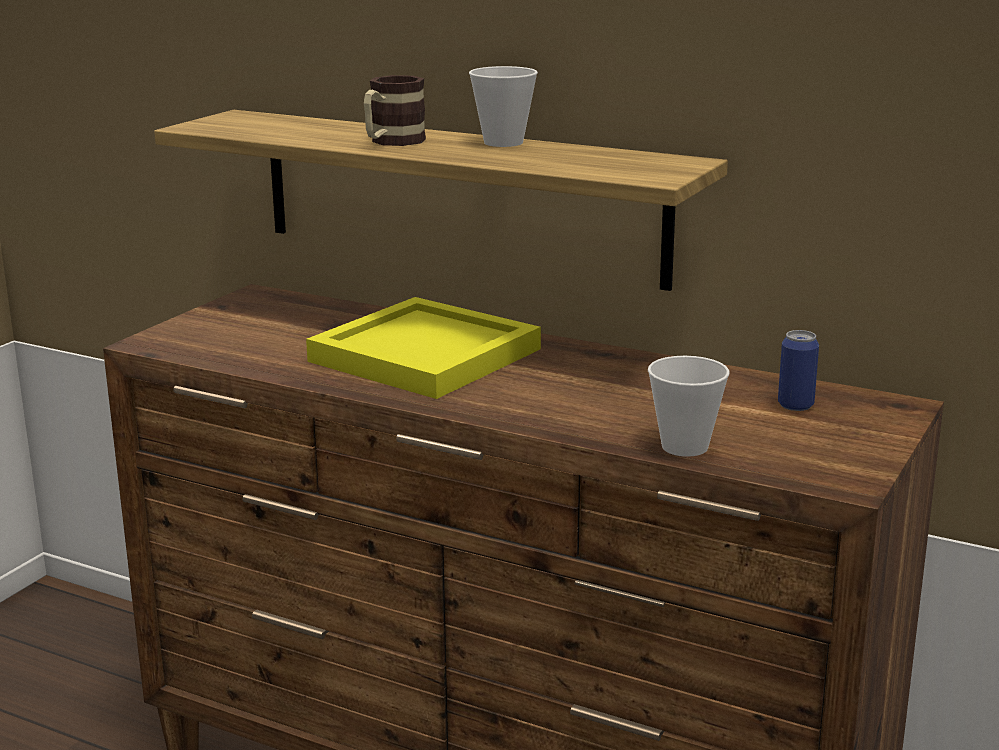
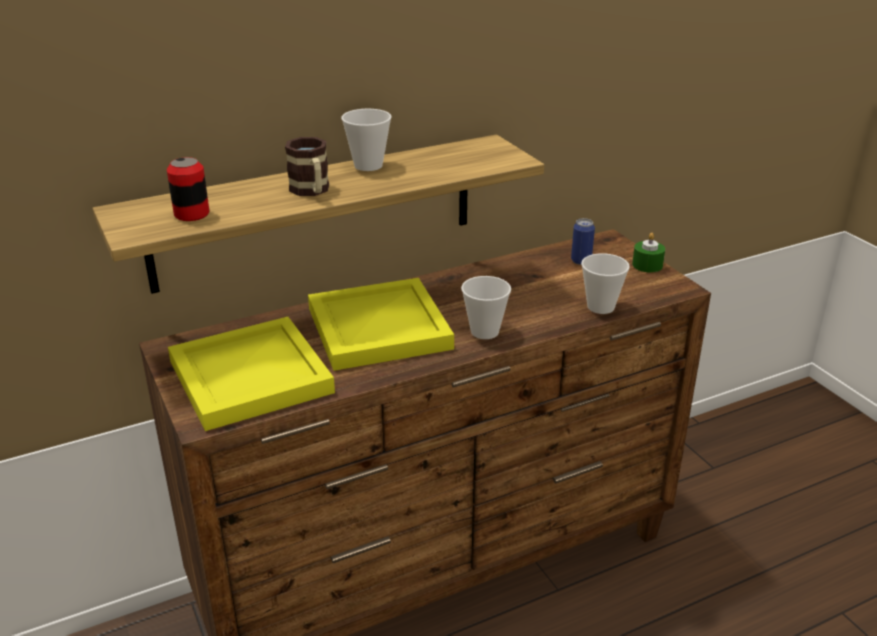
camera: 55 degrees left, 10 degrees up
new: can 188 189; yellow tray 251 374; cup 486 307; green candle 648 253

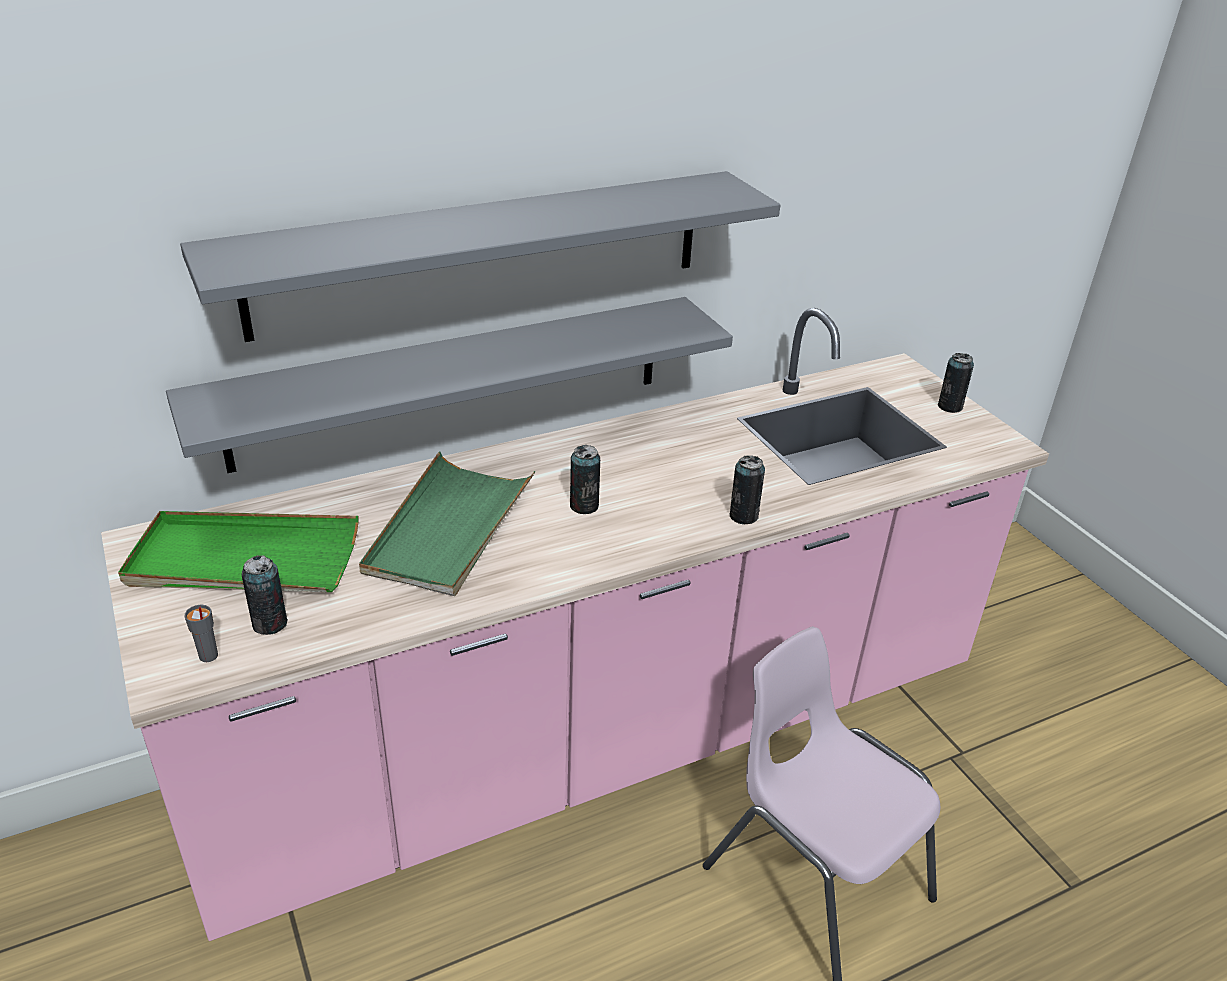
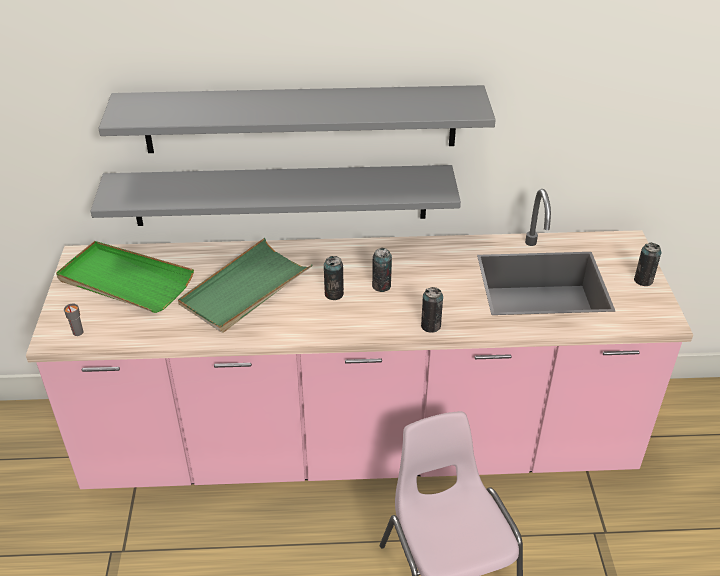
camera: 25 degrees right, 5 degrees up
shifted: can 265 595 to 382 270

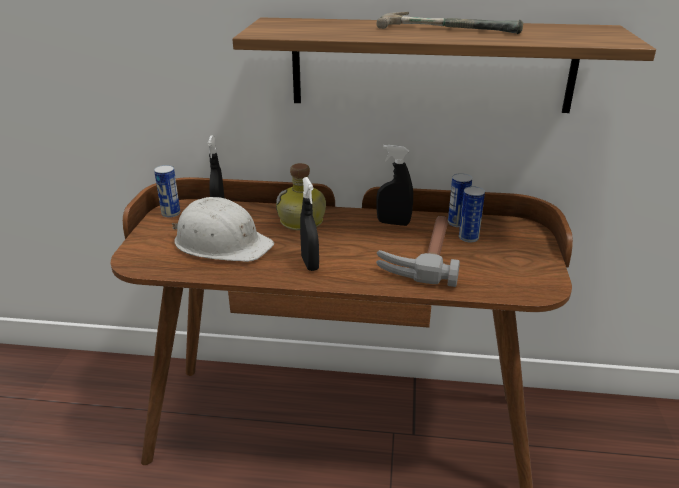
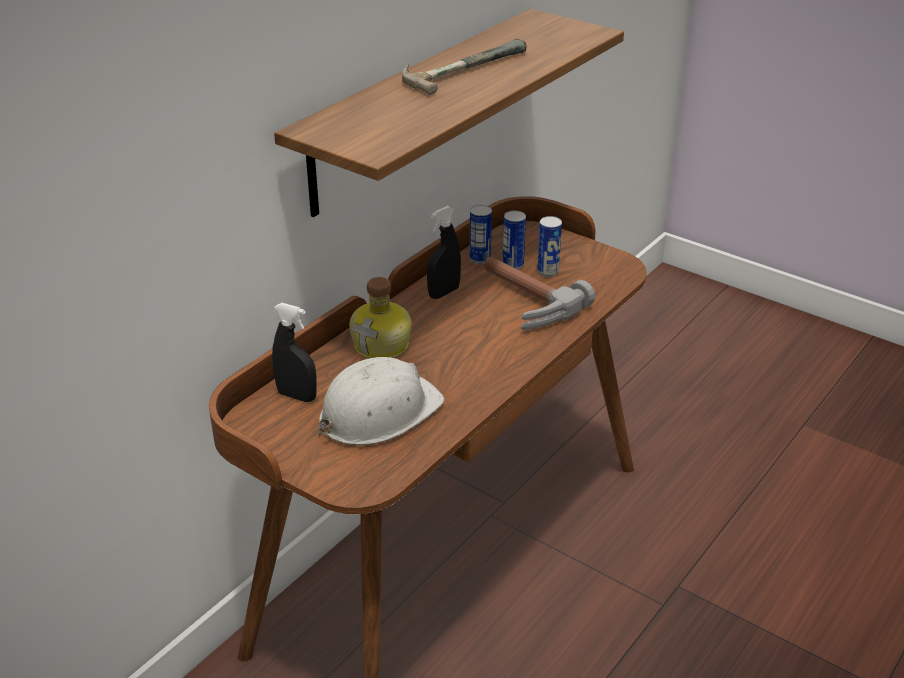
camera: 60 degrees left, 5 degrees up
gone: black spray bottle 309 224
shifted: can 167 191 to 549 246

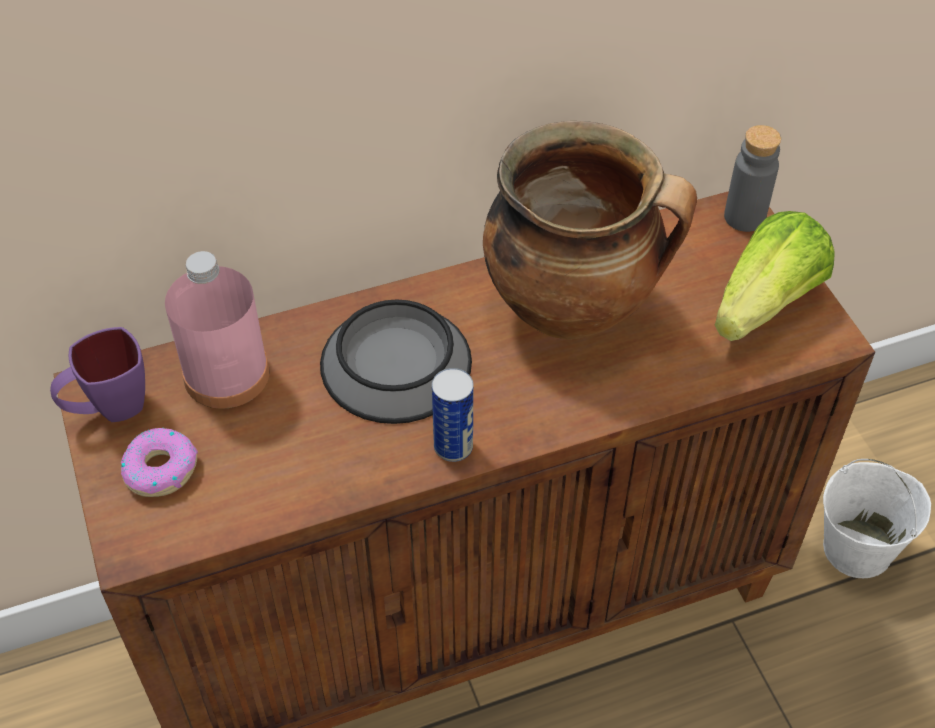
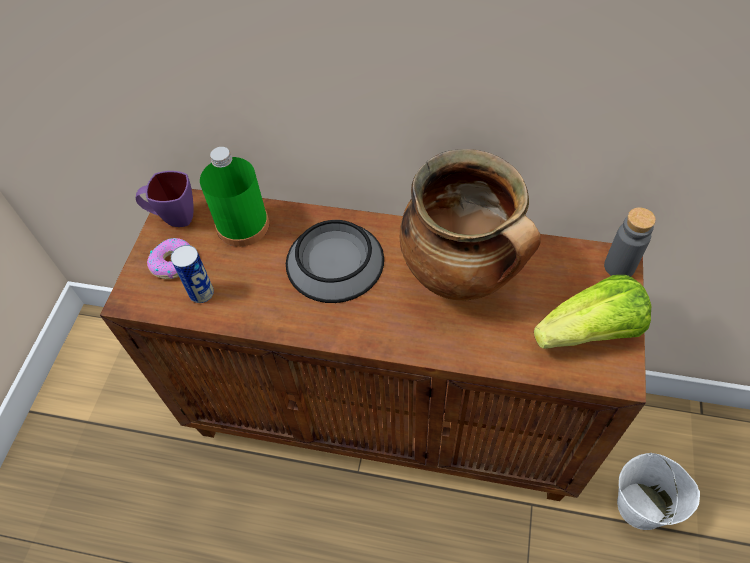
camera: 35 degrees right, 5 degrees up
shifted: can 452 415 to 192 274
repainted: pink bottle 217 330 to green bottle 234 197

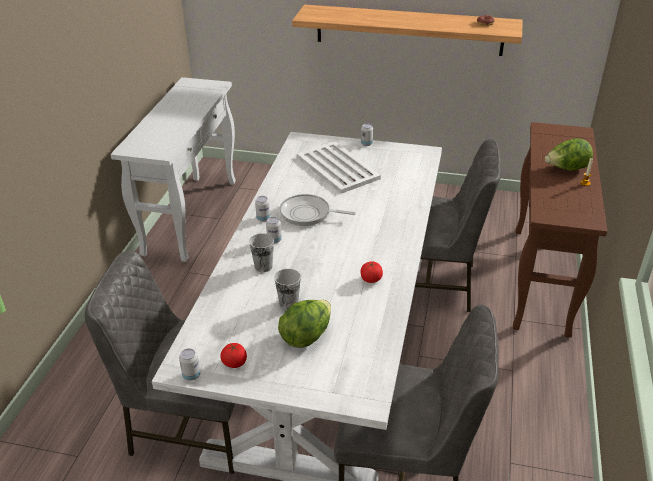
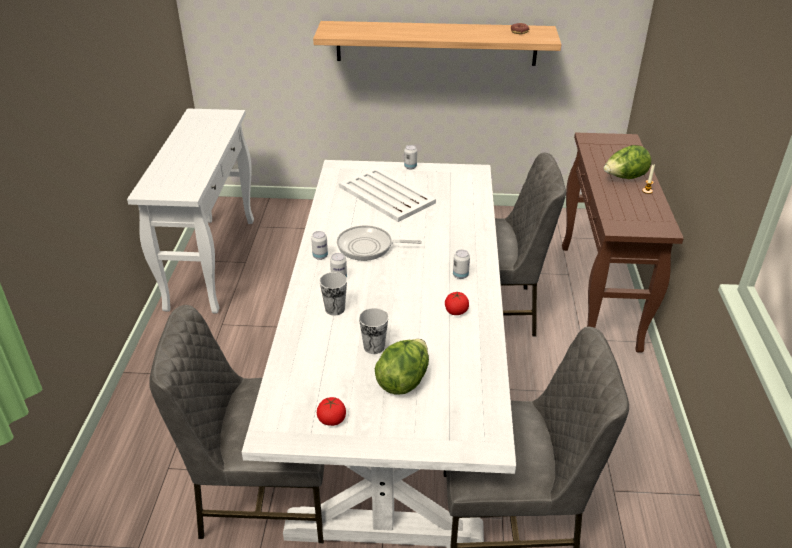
camera: 10 degrees left, 0 degrees up
shifted: can 189 364 to 461 264

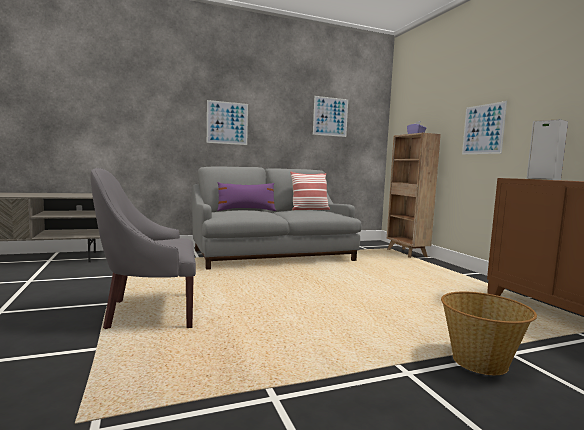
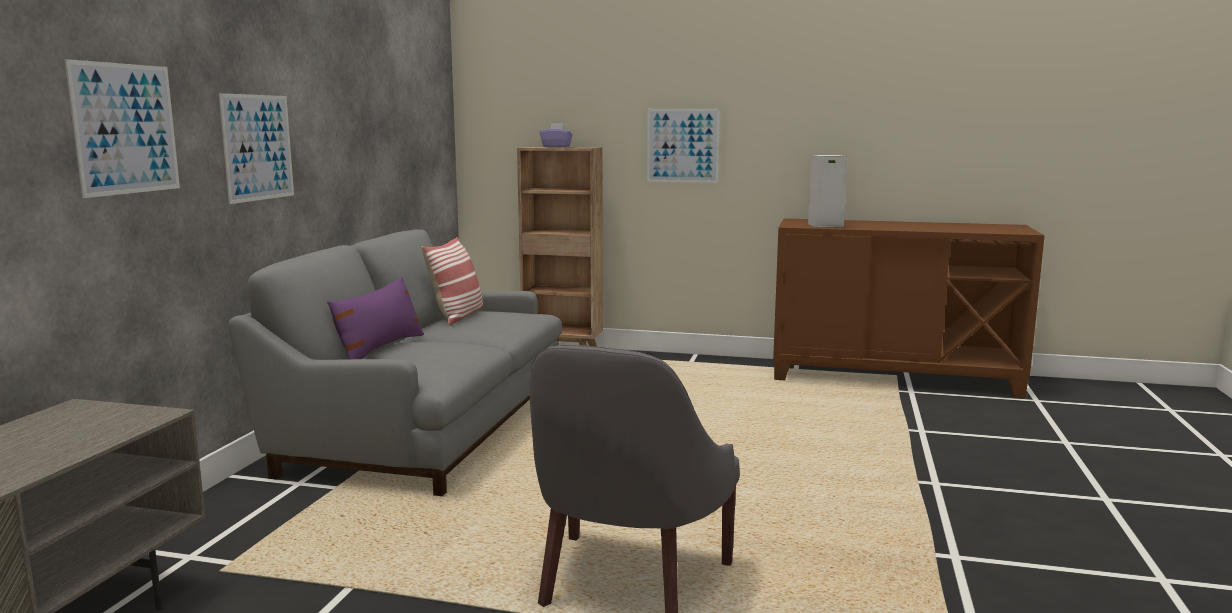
camera: 55 degrees left, 5 degrees up
gone: basket 489 333
shifted: picture 330 116 to 122 128

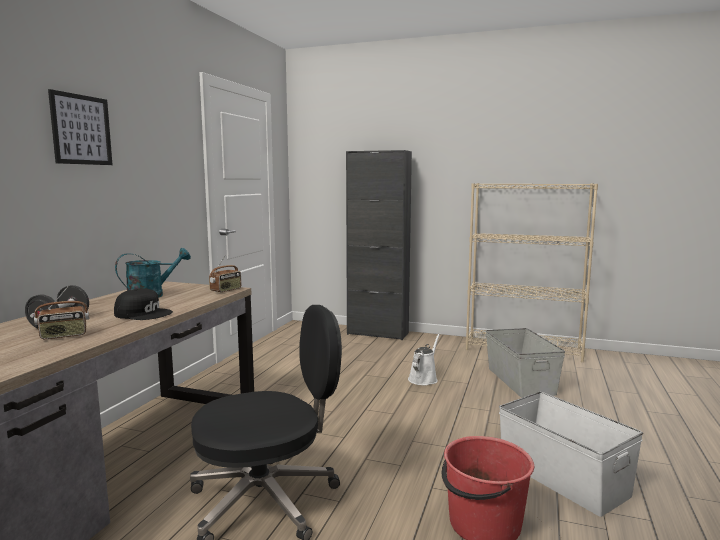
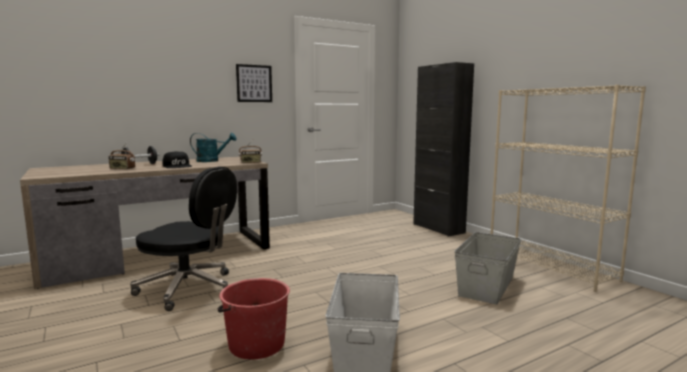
camera: 40 degrees right, 0 degrees up
gone: white watering can 424 359
shifted: picture 80 127 to 254 83

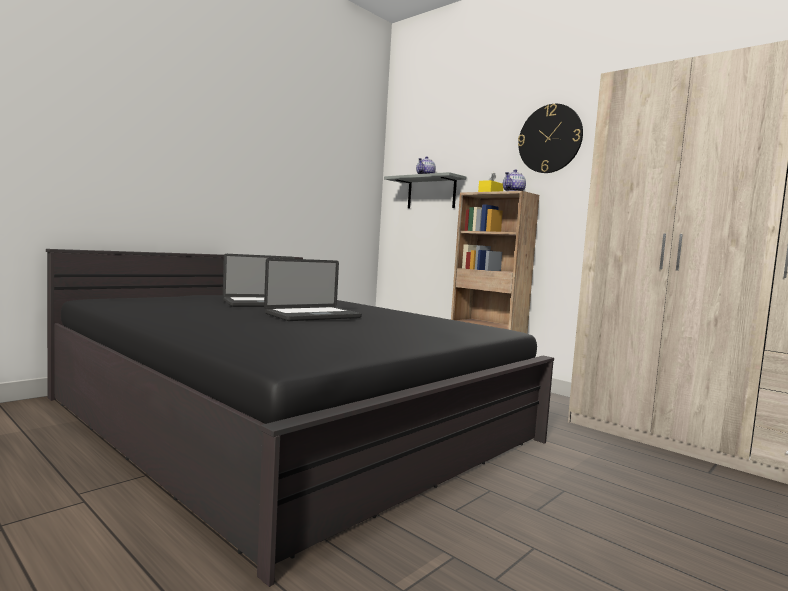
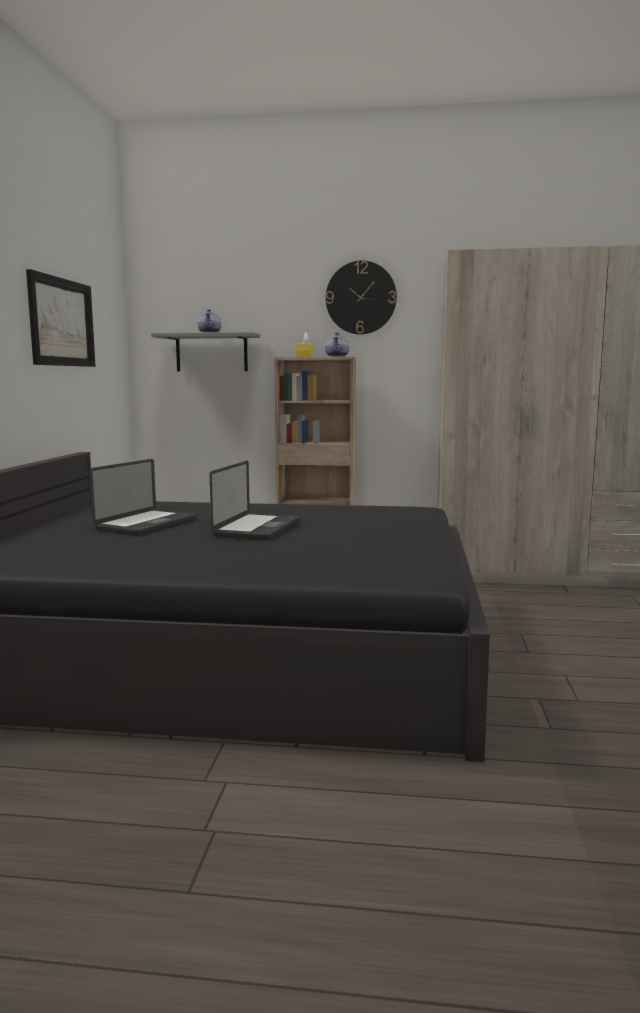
camera: 35 degrees left, 5 degrees up
new: picture 61 318

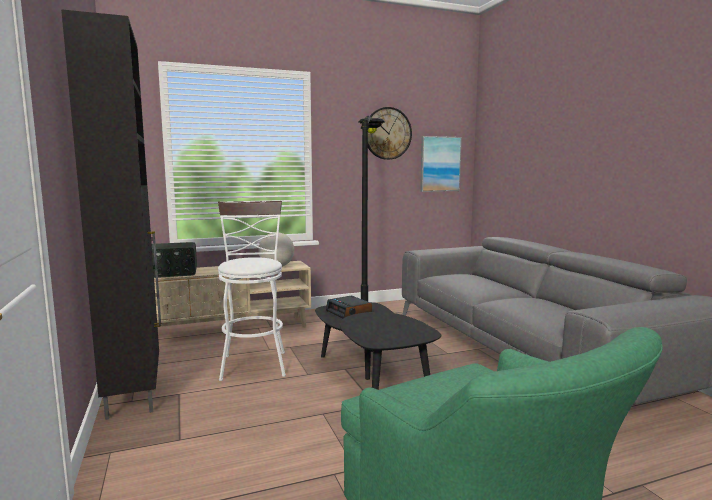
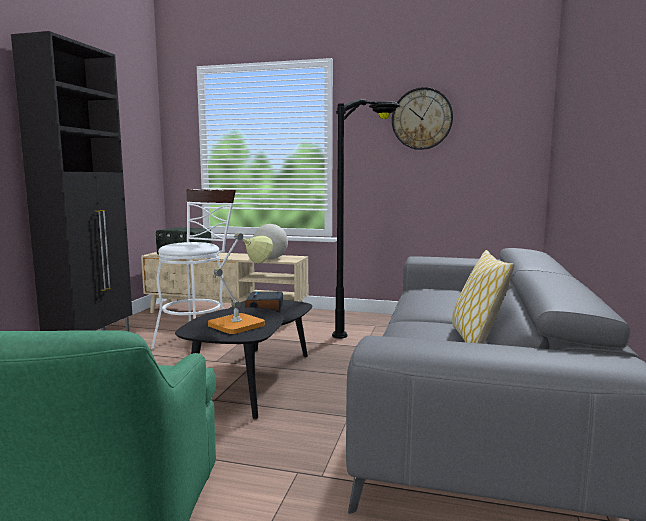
camera: 35 degrees right, 0 degrees up
gone: picture 441 164
new: table lamp 240 283; pillow 483 297

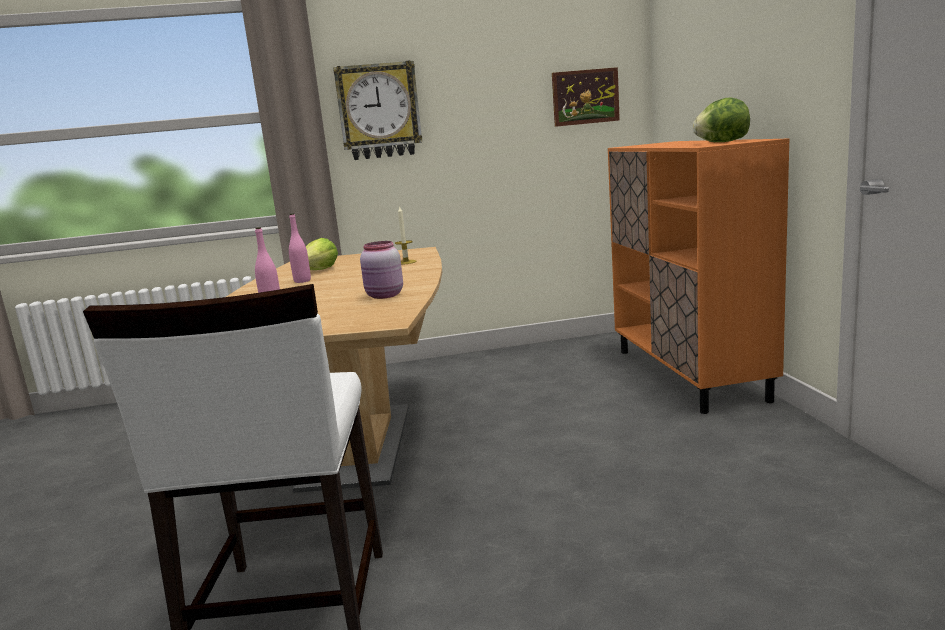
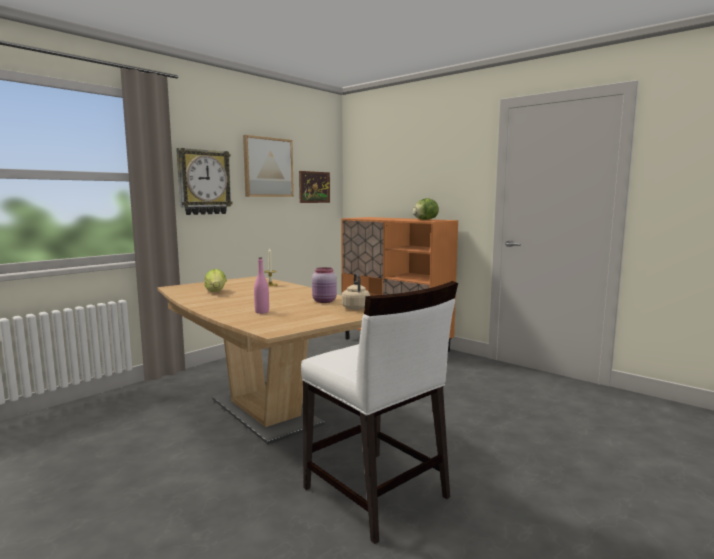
camera: 40 degrees left, 5 degrees down
gone: pink bottle 300 248
new: picture 268 166; beige kettle 356 291

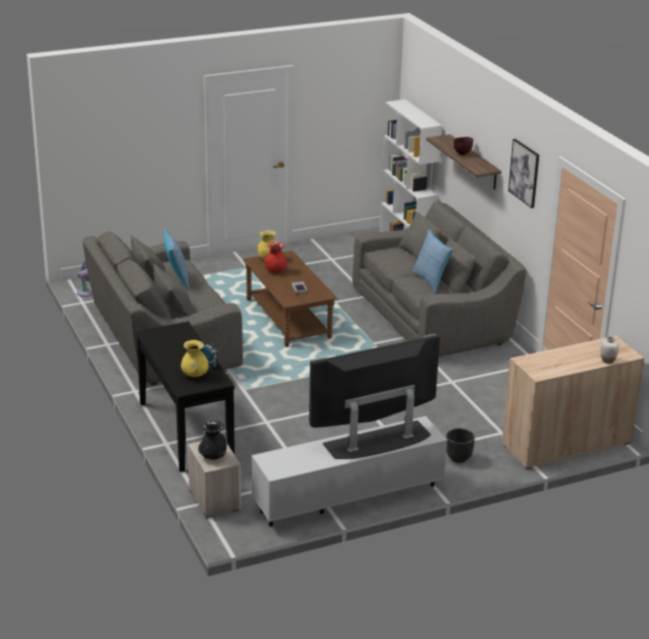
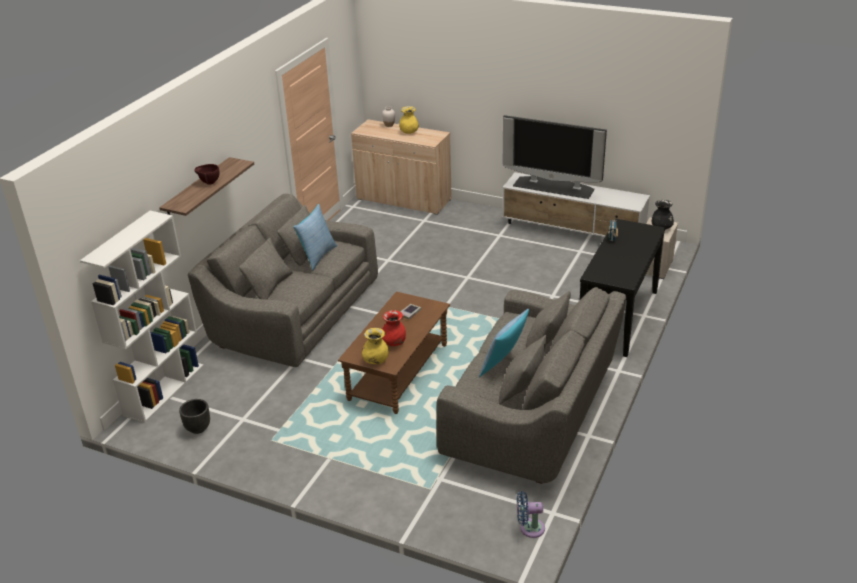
camera: 130 degrees left, 5 degrees up
gone: picture 523 173
shifted: yellow vase 195 358 to 409 120; black planter 460 445 to 194 416

